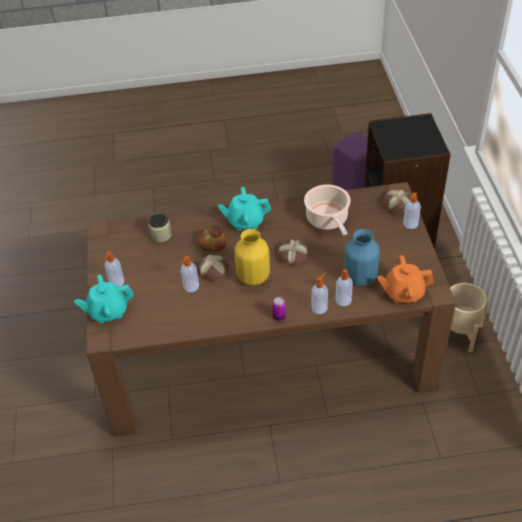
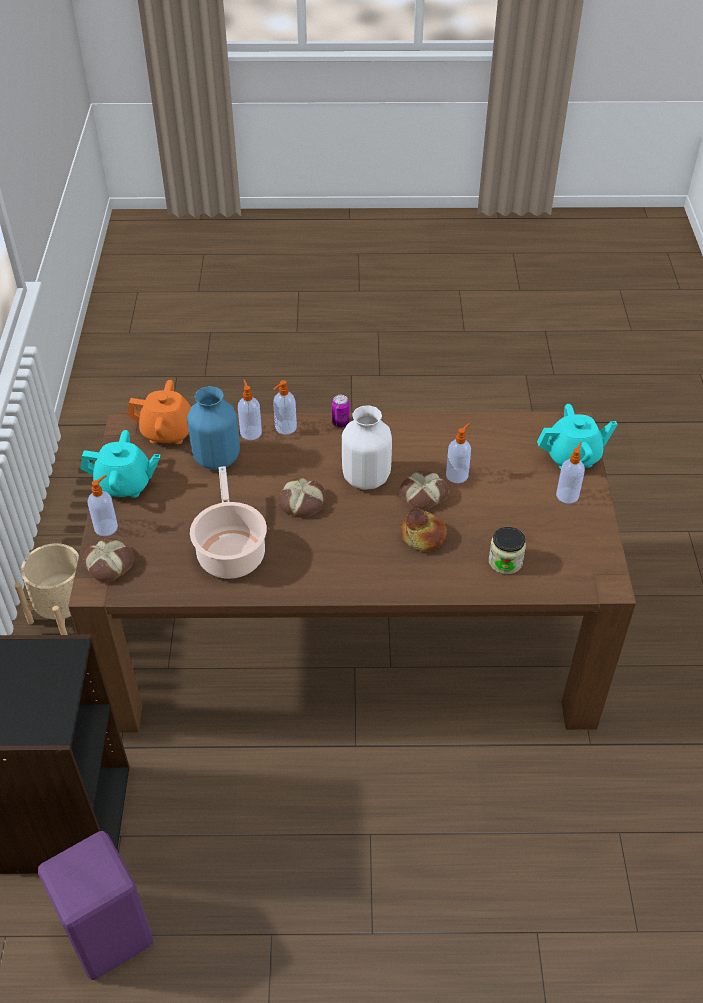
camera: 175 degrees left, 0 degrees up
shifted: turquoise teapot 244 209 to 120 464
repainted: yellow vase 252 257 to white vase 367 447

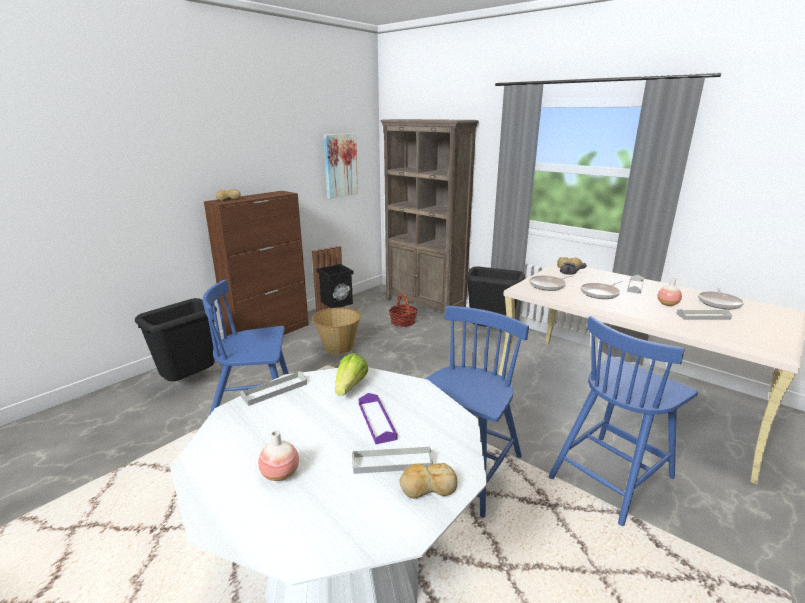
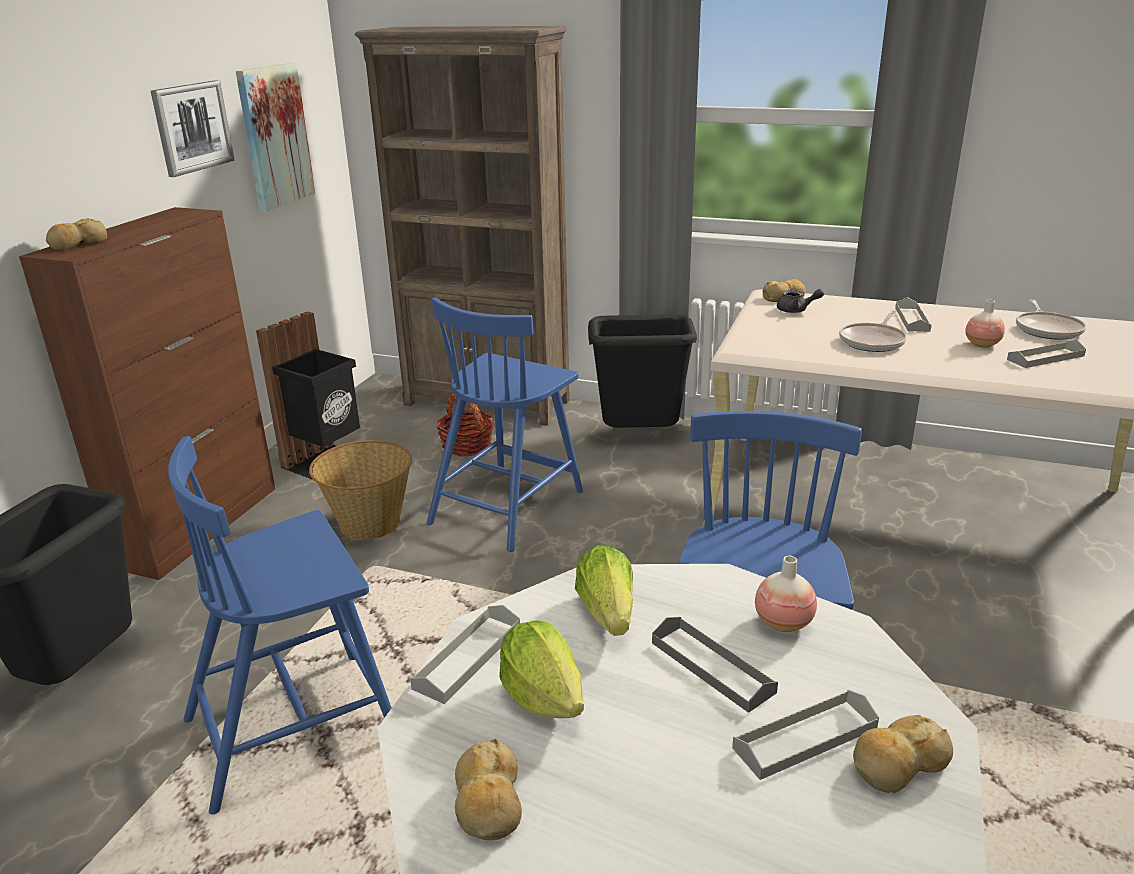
camera: 20 degrees left, 5 degrees up
gone: frying pan 552 283
new: picture 193 128; bread 488 789; lettuce 541 669
shifted: vase 278 456 to 786 594; blue chair 623 421 to 505 424
repainted: purple tray 378 418 to grey tray 715 665

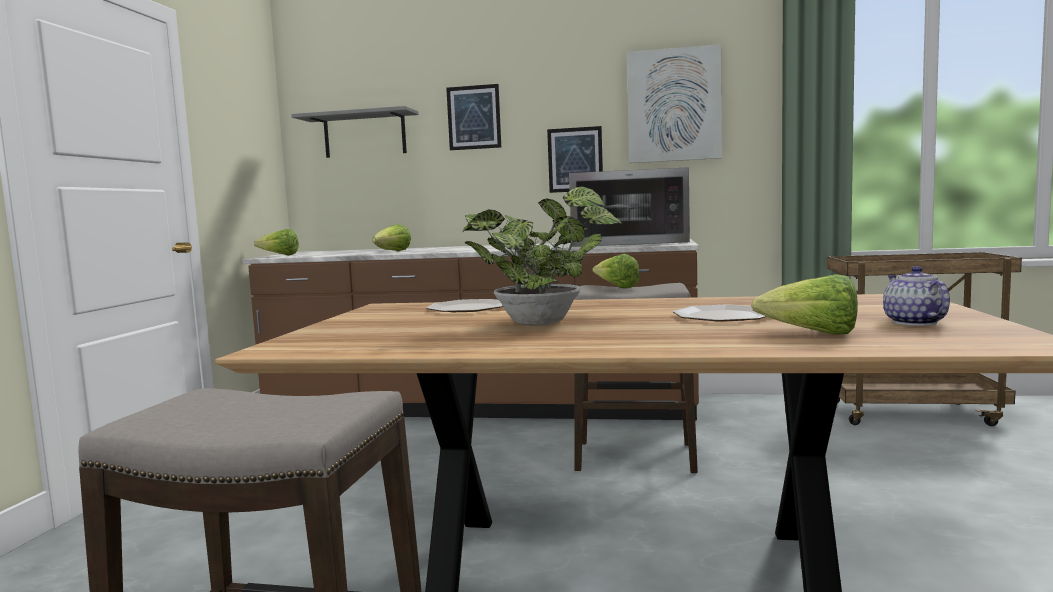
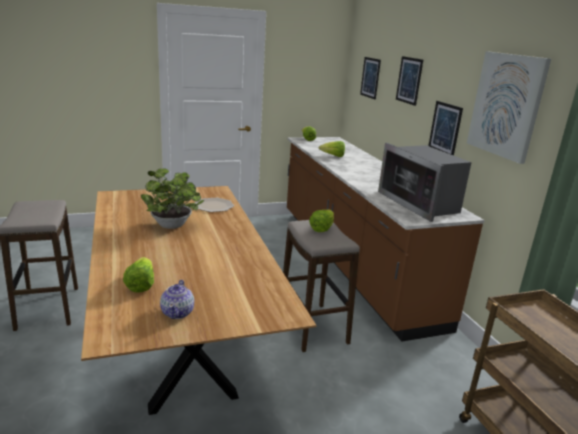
camera: 60 degrees right, 15 degrees up
gone: plate 719 313
swapped: grey shelf 355 132 to picture 370 78
rotated: teapot 916 296 = 177 299 120 degrees clockwise

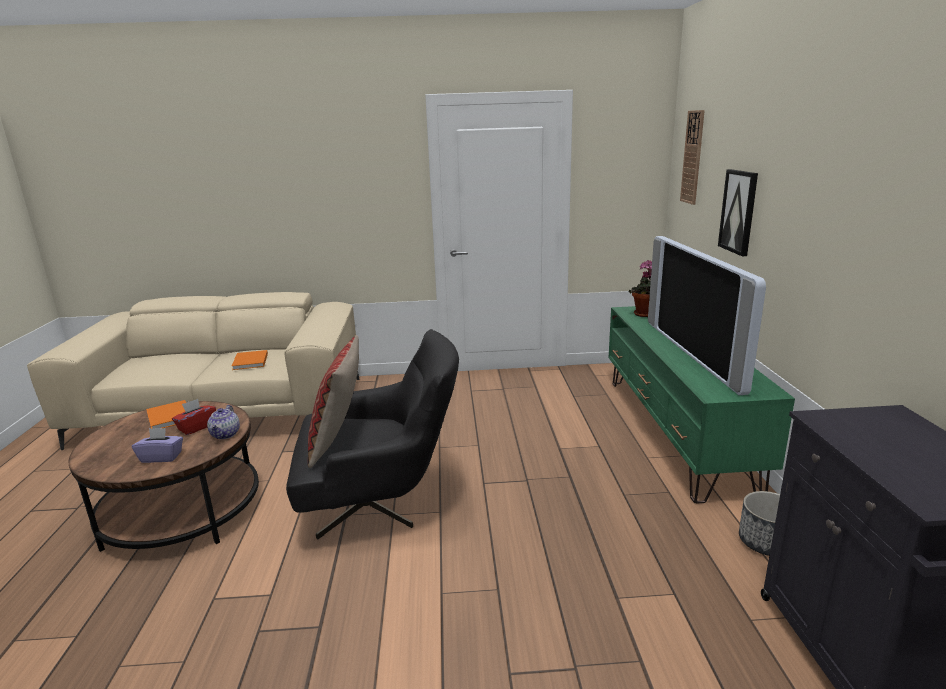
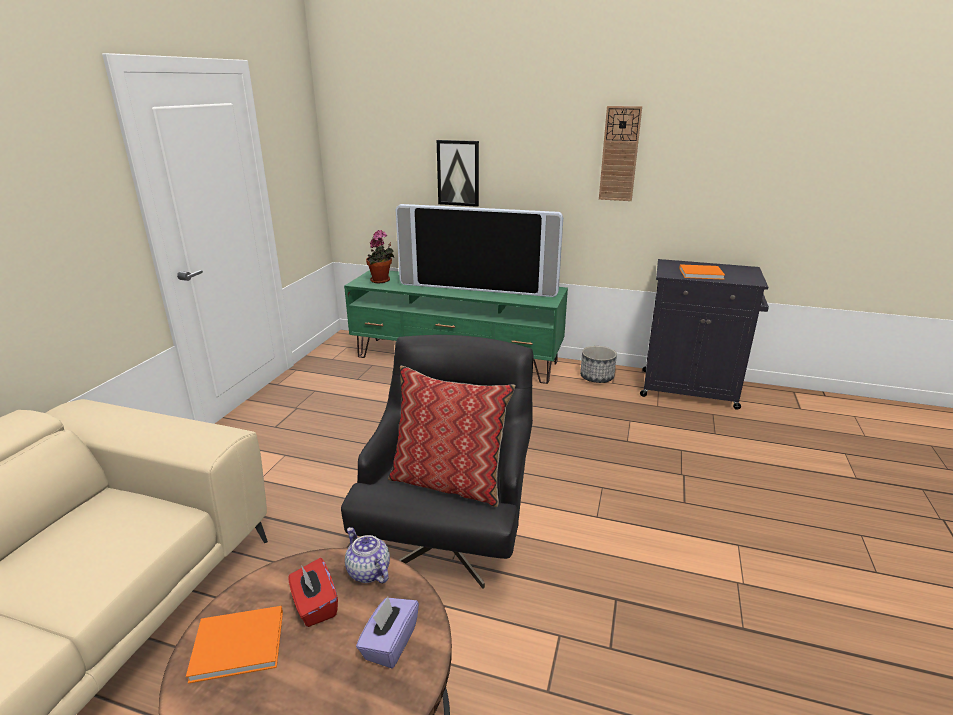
camera: 70 degrees left, 5 degrees up
shifted: orange book 250 360 to 702 272; wall clock 692 157 to 620 153
rotated: teapot 223 422 = 367 555 150 degrees counterclockwise

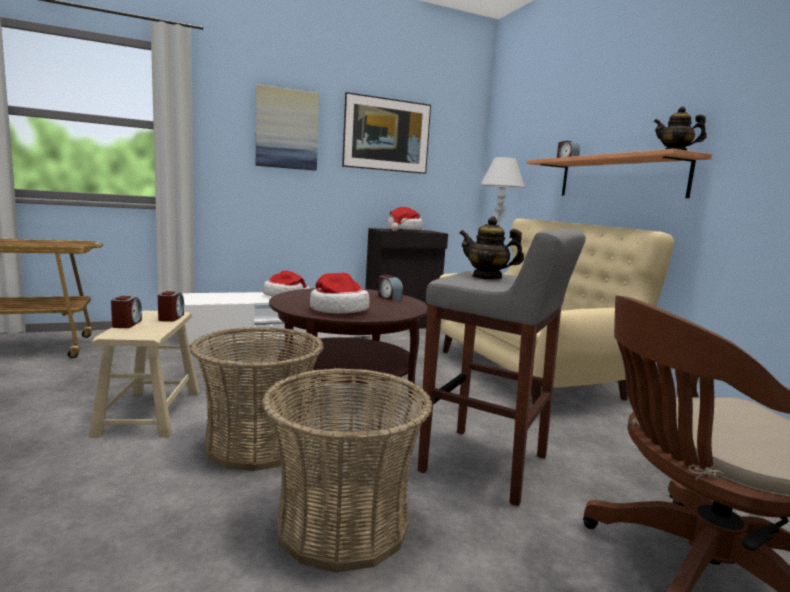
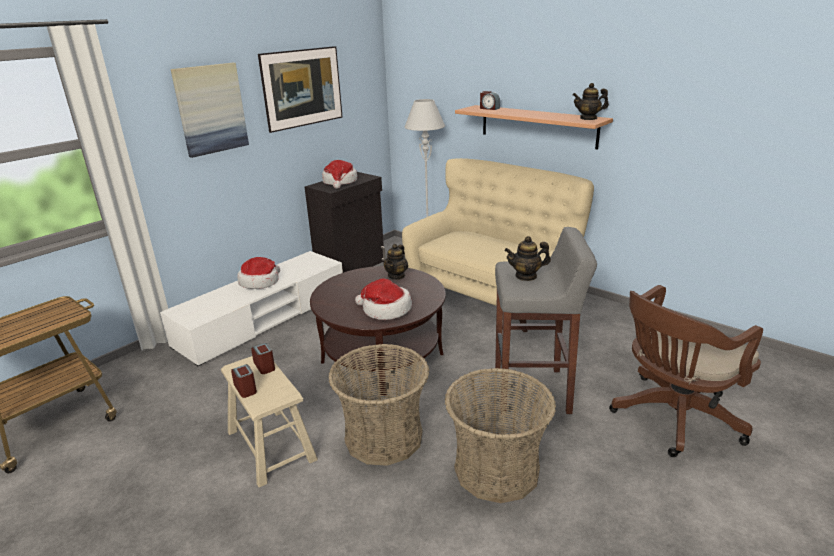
camera: 25 degrees left, 15 degrees up
swapped: alarm clock 390 288 to teapot 395 262

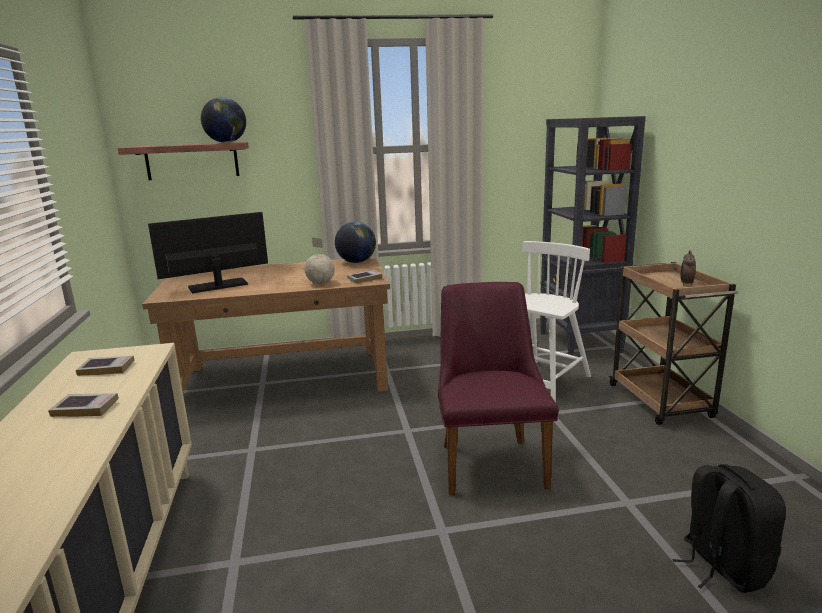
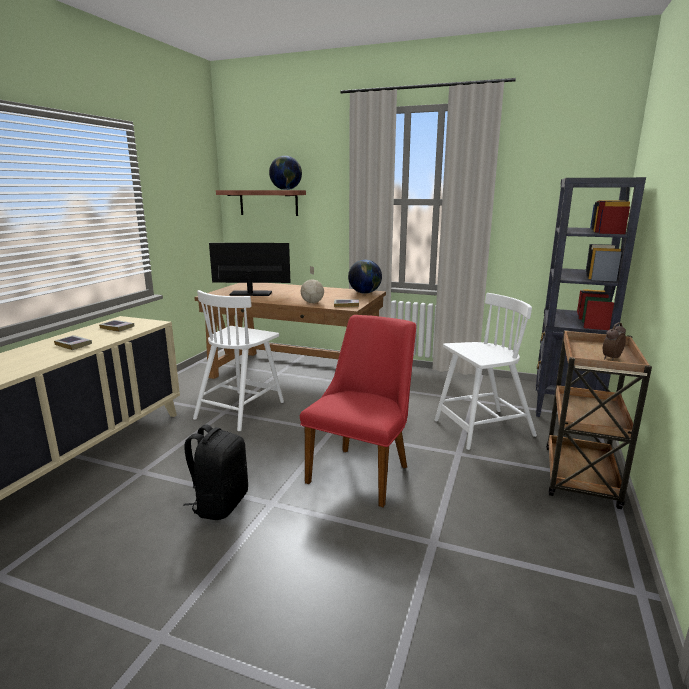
camera: 30 degrees right, 0 degrees up
new: white chair 238 360
shifted: black backpack 729 528 to 215 472
repainted: purple chair 498 388 to red chair 358 411

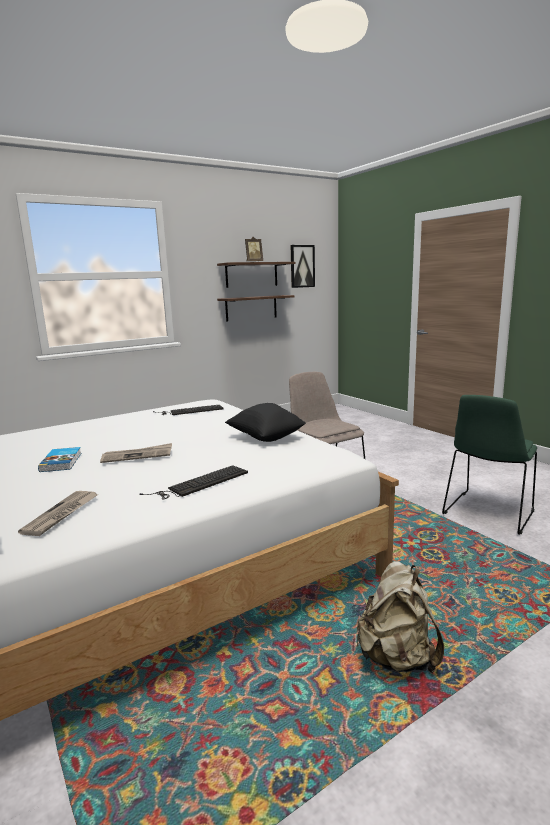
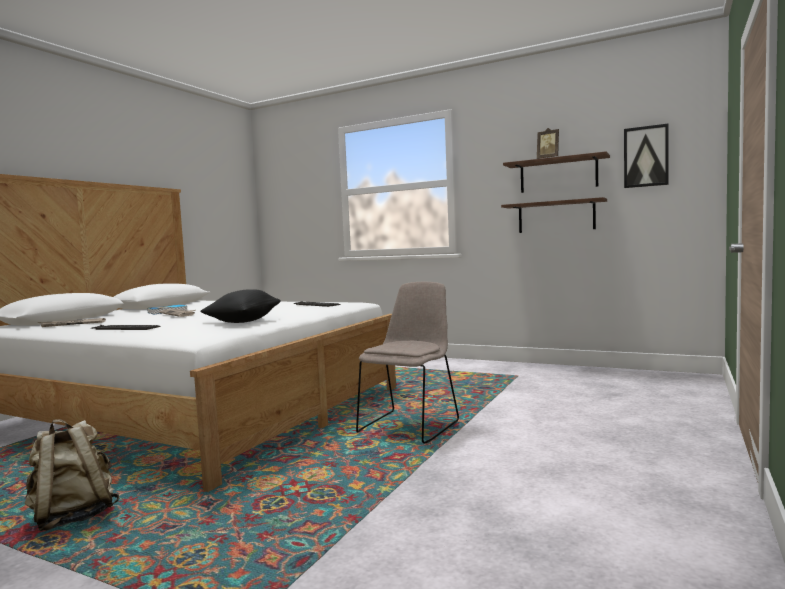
camera: 60 degrees right, 10 degrees down
gone: green chair 489 465

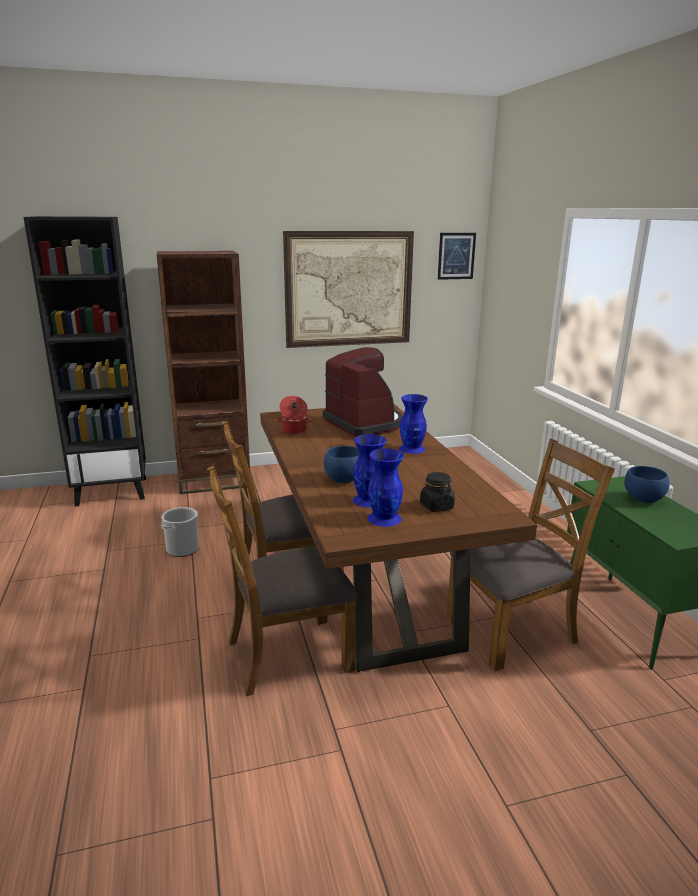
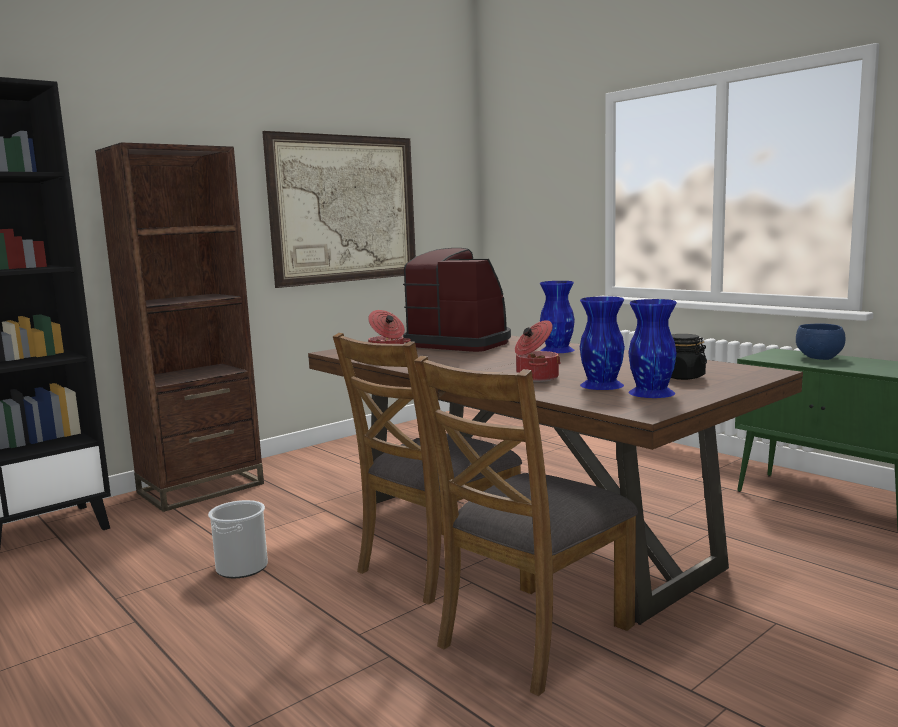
camera: 25 degrees left, 10 degrees down
gone: picture 457 256; brown chair 531 554
swapped: blue bowl 341 464 to cooking pot 538 351

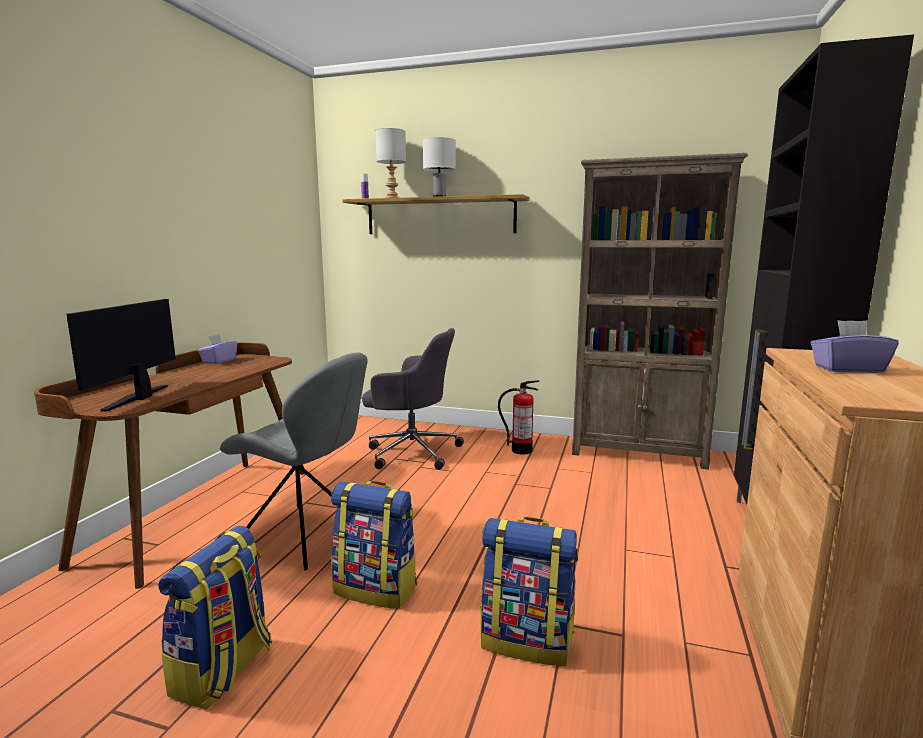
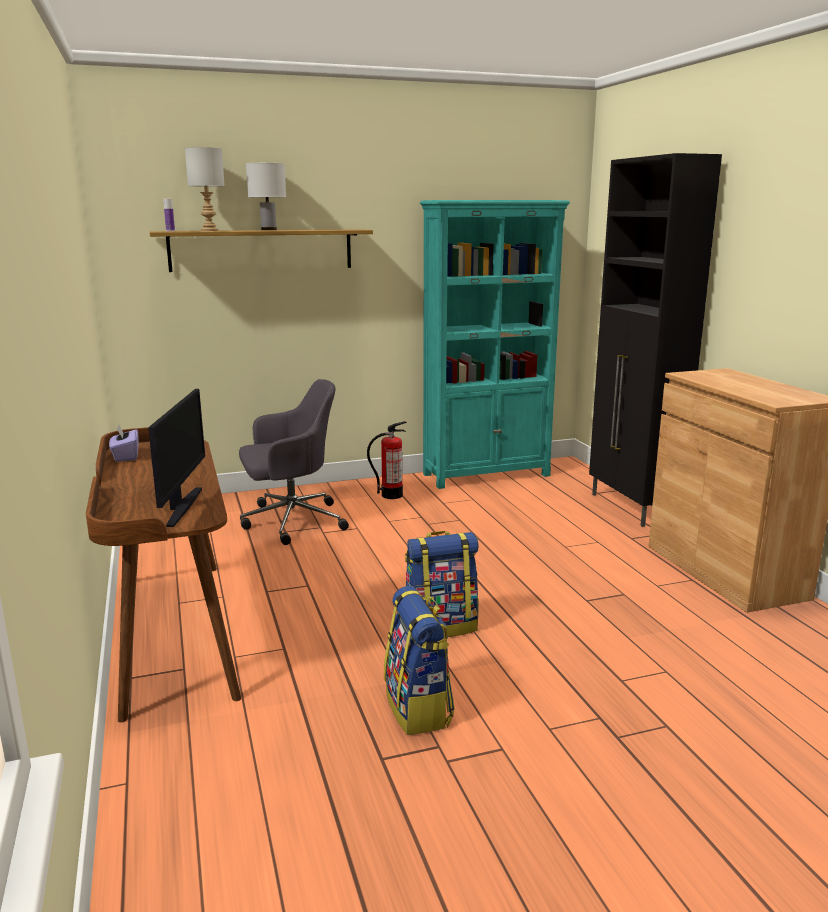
camera: 35 degrees left, 5 degrees up
gone: grey chair 293 461; backpack 529 591; purple tissue box 855 346
repainted: brown bookcase 660 311 to turquoise bookcase 495 344
rotated: monitor 121 355 = 176 458 150 degrees counterclockwise

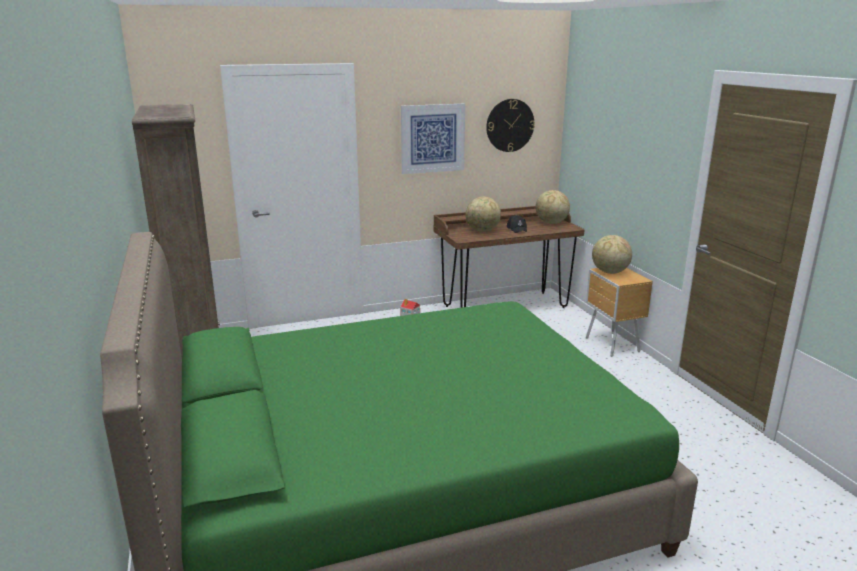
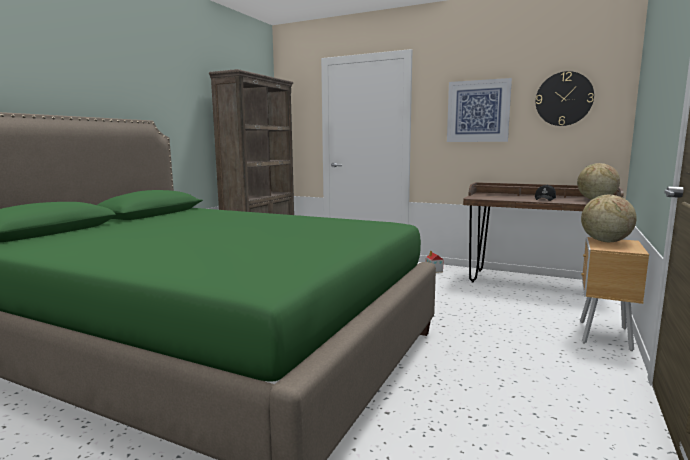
camera: 45 degrees right, 10 degrees down
gone: globe 483 214

